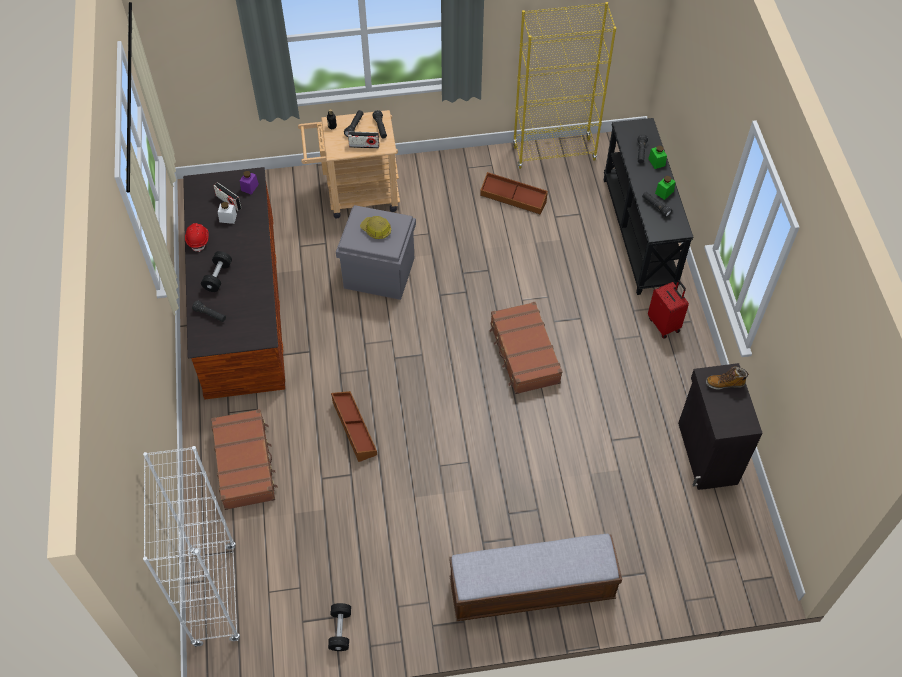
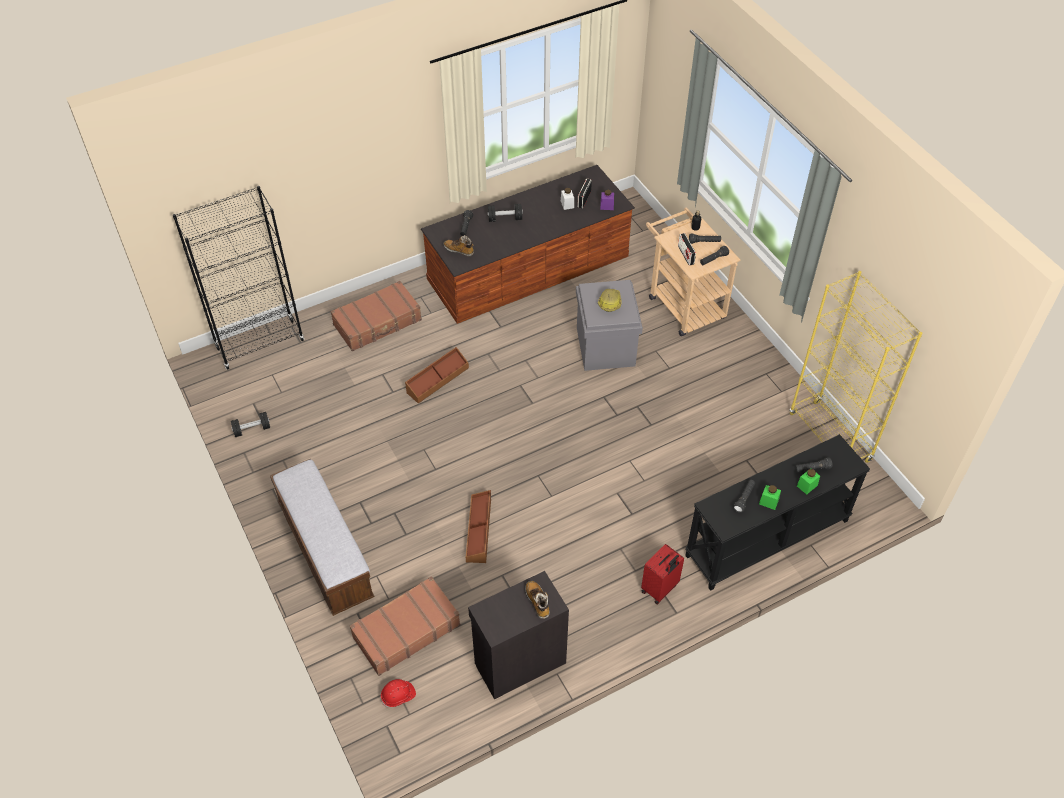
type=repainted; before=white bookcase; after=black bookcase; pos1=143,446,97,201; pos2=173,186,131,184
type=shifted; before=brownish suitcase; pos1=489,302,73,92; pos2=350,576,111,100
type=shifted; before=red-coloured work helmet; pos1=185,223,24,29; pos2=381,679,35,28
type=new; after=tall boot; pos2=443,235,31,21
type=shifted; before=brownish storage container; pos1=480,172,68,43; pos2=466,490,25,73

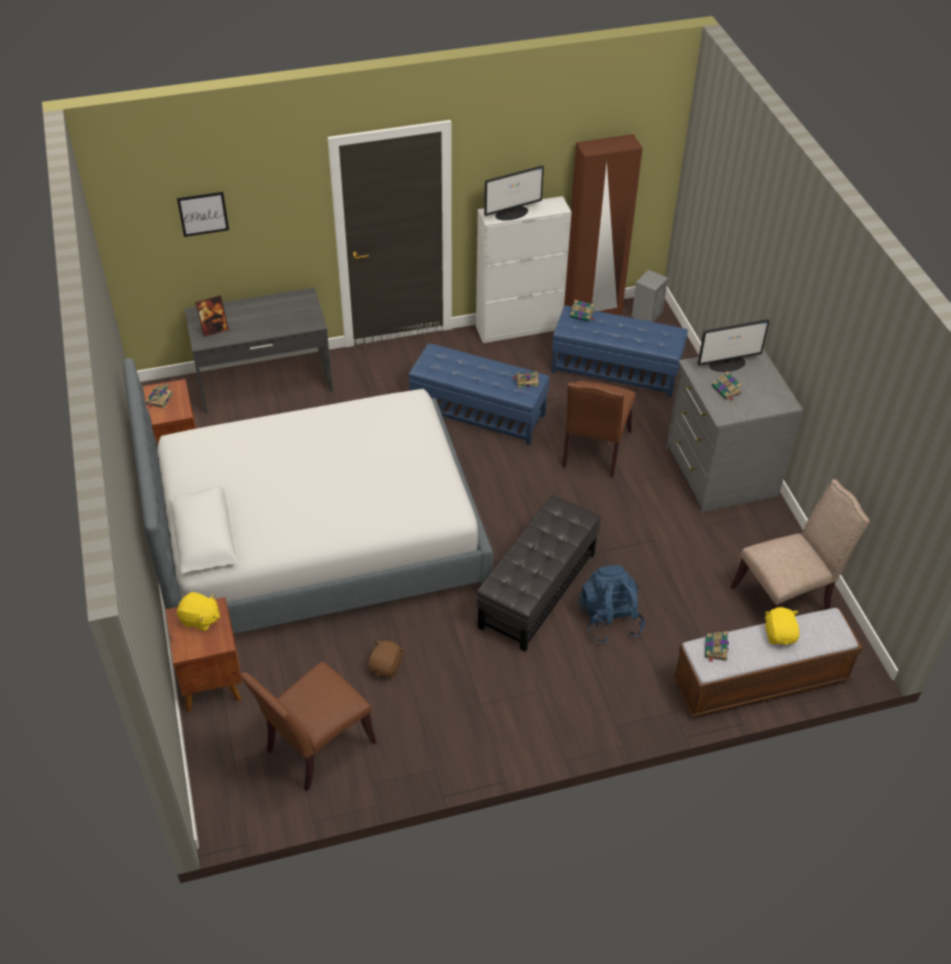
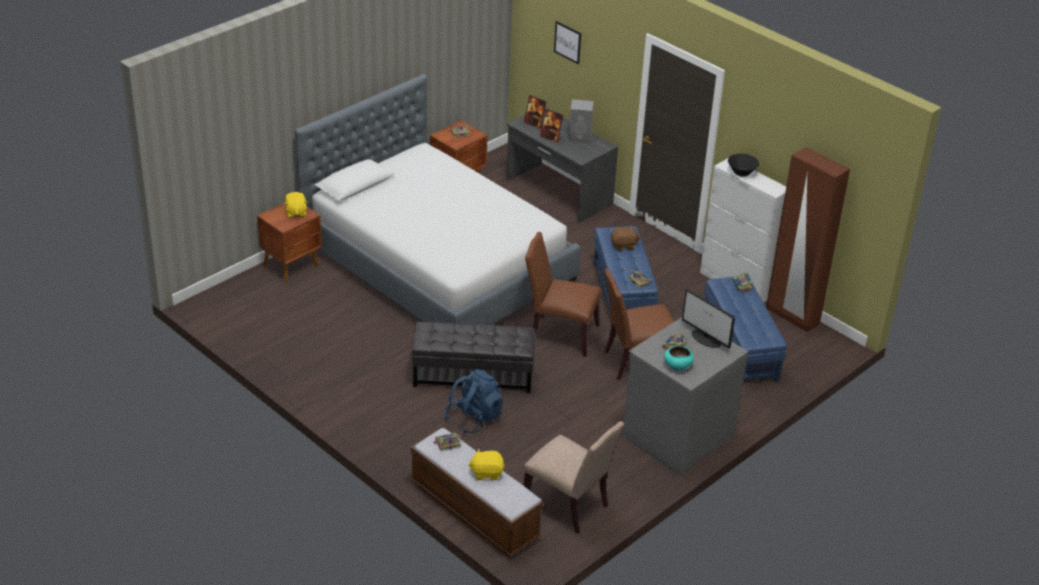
type=rotated; before=yellow-coloured soft toy; pos1=765,607,34,38; pos2=468,449,37,31; turn=-150
type=shifted; before=brownish chair; pos1=240,662,137,129; pos2=525,232,76,125
type=new; after=picture frame; pos2=540,109,23,34
type=shifted; before=greyish speaker; pos1=632,270,36,52; pos2=568,99,26,45
type=shifted; before=brownish soft toy; pos1=368,640,36,38; pos2=611,225,29,26
type=new; after=blue-green serving bowl; pos2=664,346,30,25
type=swapped; before=monitor; after=black serving bowl; pos1=484,165,60,56; pos2=728,154,31,23

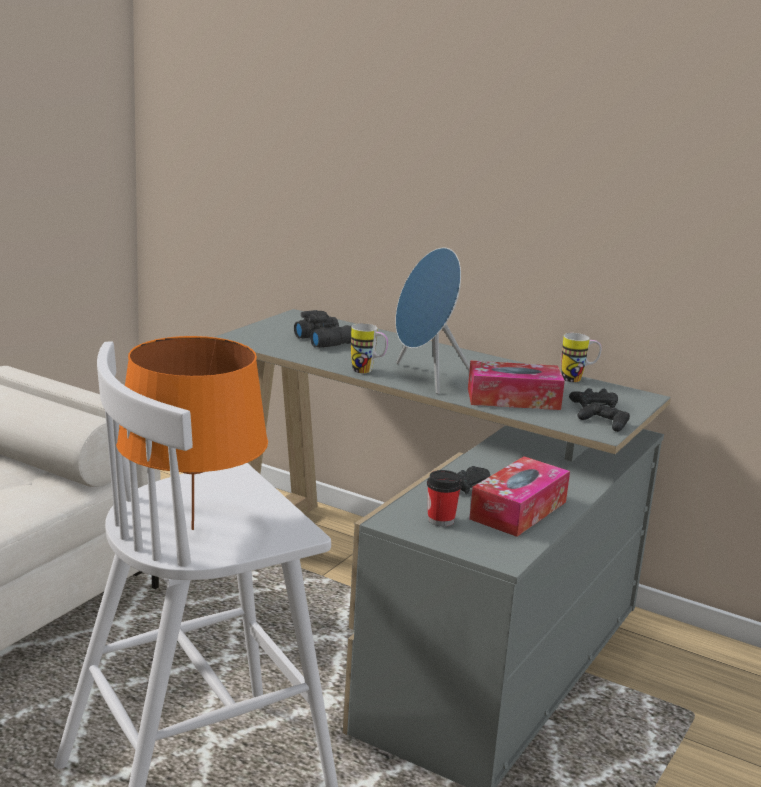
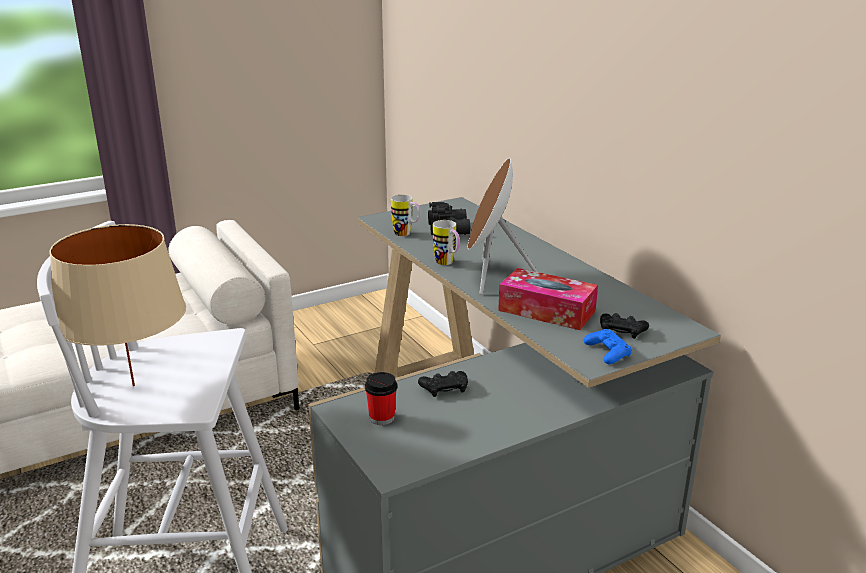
type=repainted; before=orange tabletop lamp; after=sand-coloured tabletop lamp; pos1=116,336,152,194; pos2=50,224,136,162
type=shifted; before=coffee mug; pos1=561,333,41,49; pos2=391,195,29,41
type=repainted; before=bluish speaker; after=brownish speaker; pos1=395,248,75,146; pos2=468,158,70,137
type=repainted; before=black gamepad; after=bluish gamepad; pos1=578,402,52,30; pos2=583,329,49,35
type=gone; before=box of tissues; pos1=469,456,101,81

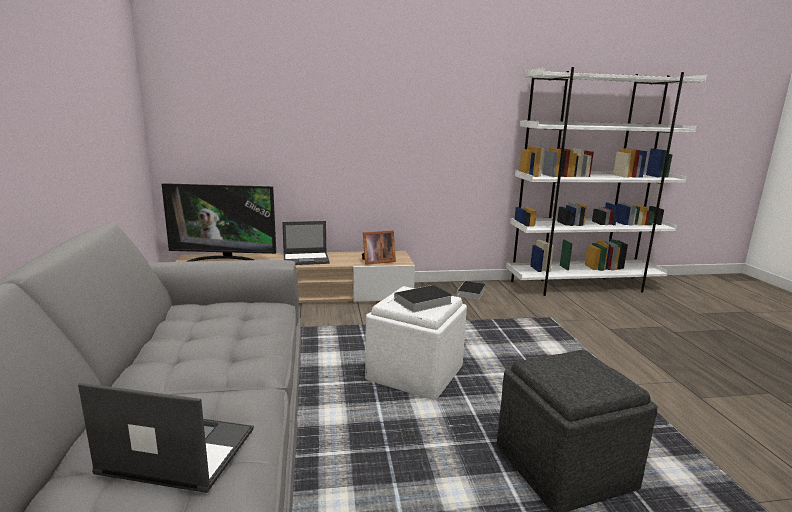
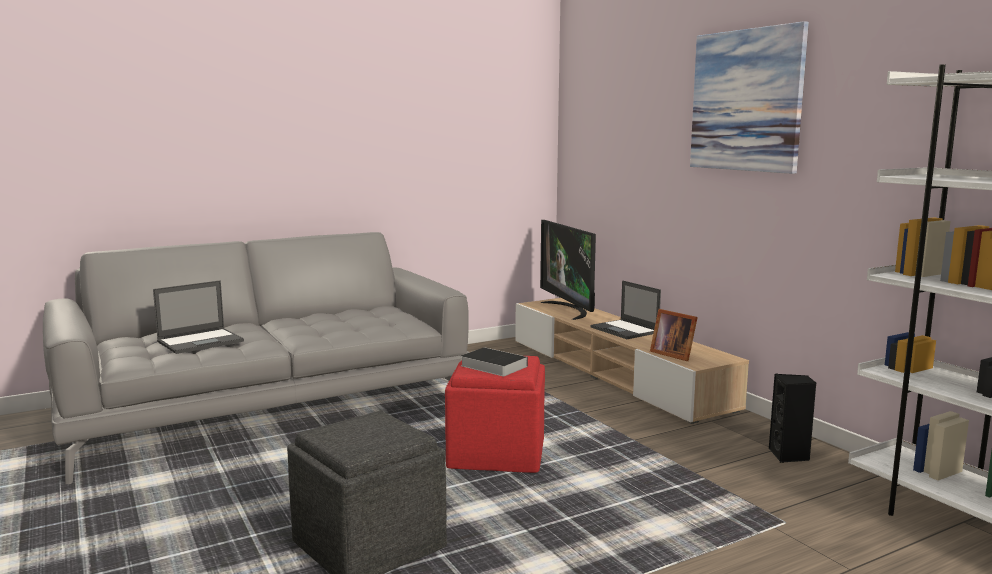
type=rotated; before=portable computer; pos1=78,383,176,110; pos2=153,280,91,74; turn=60
type=repainted; before=white footrest; after=red-coloured footrest; pos1=365,286,102,114; pos2=445,356,100,117
type=new; after=wall picture; pos2=690,21,119,153
type=swapped; before=volume; after=black speaker; pos1=457,281,29,19; pos2=769,374,48,89

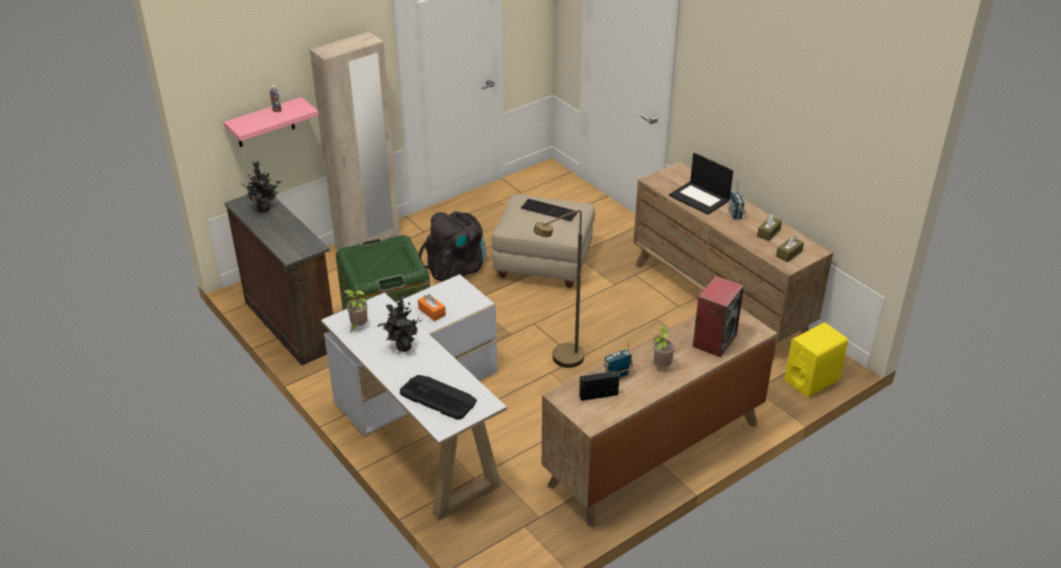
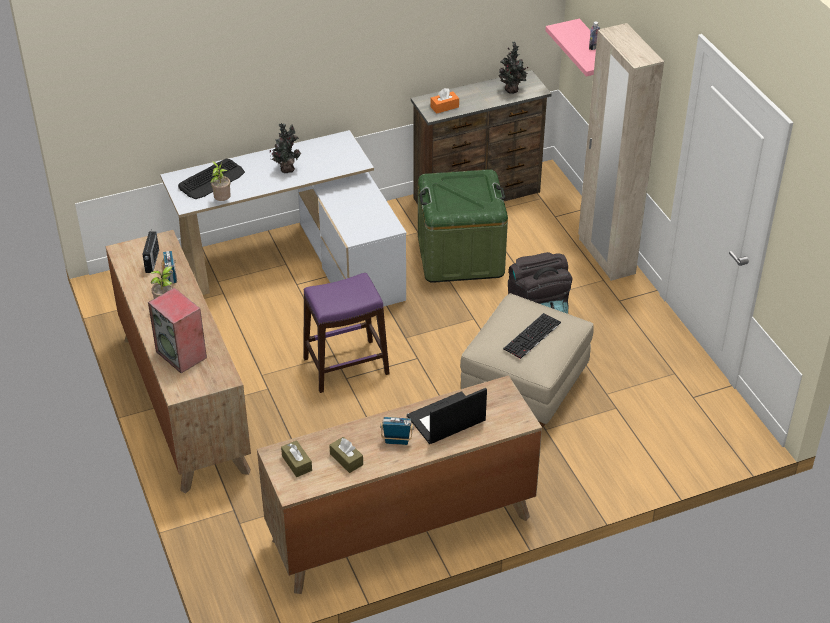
type=shifted; before=potted plant; pos1=344,290,24,42; pos2=211,161,20,40
type=swapped; before=brownish standard lamp; after=purple-coloured stool seat; pos1=534,210,50,158; pos2=303,273,87,120
type=shifted; before=orange box of tissues; pos1=418,294,28,27; pos2=430,88,29,26
type=gone; before=yellow-coloured speaker; pos1=785,322,63,76

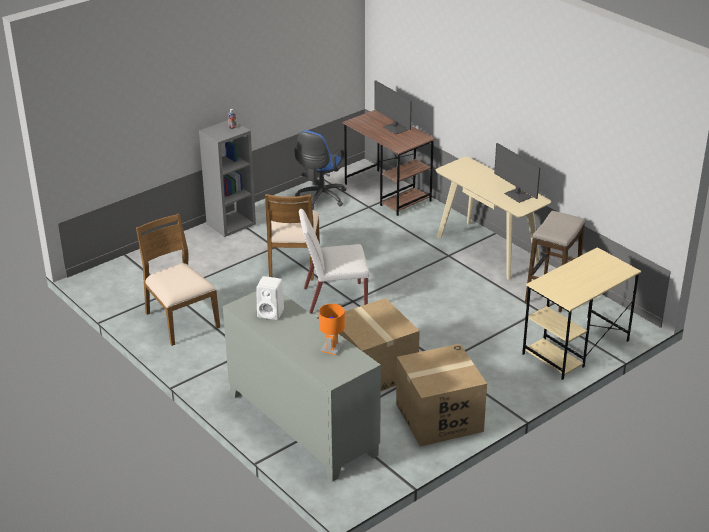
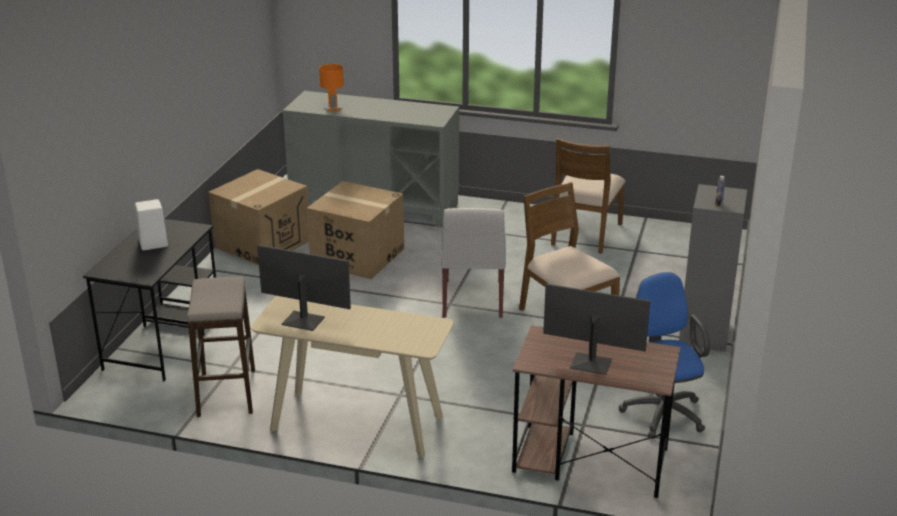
type=repainted; before=sand-coloured desk table; after=black desk table; pos1=522,247,119,133; pos2=83,219,133,163
type=shifted; before=white speaker; pos1=257,276,27,44; pos2=135,199,33,51
type=rotated; before=white chair; pos1=299,209,70,105; pos2=441,208,65,110; turn=135
type=rotated; before=brownish chair; pos1=136,213,84,133; pos2=551,138,75,116; turn=90

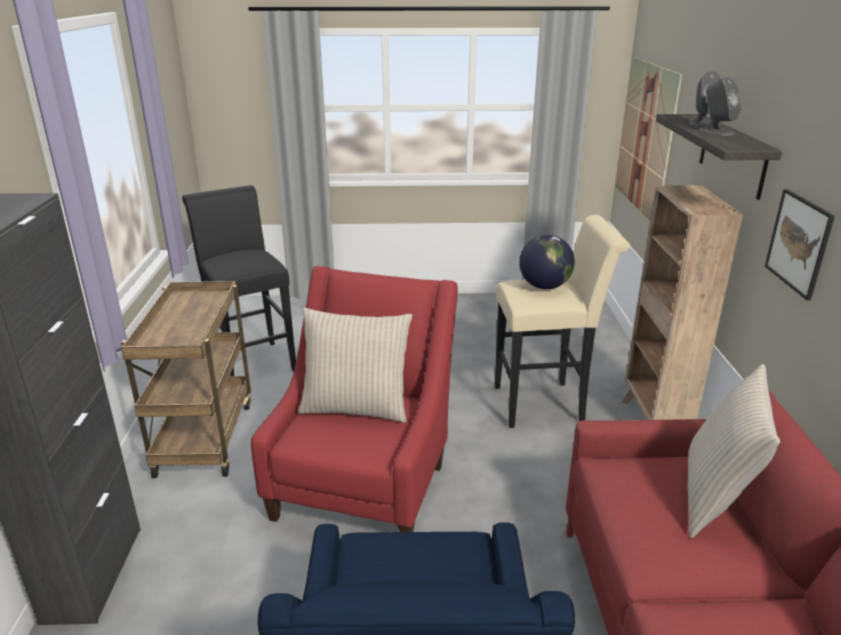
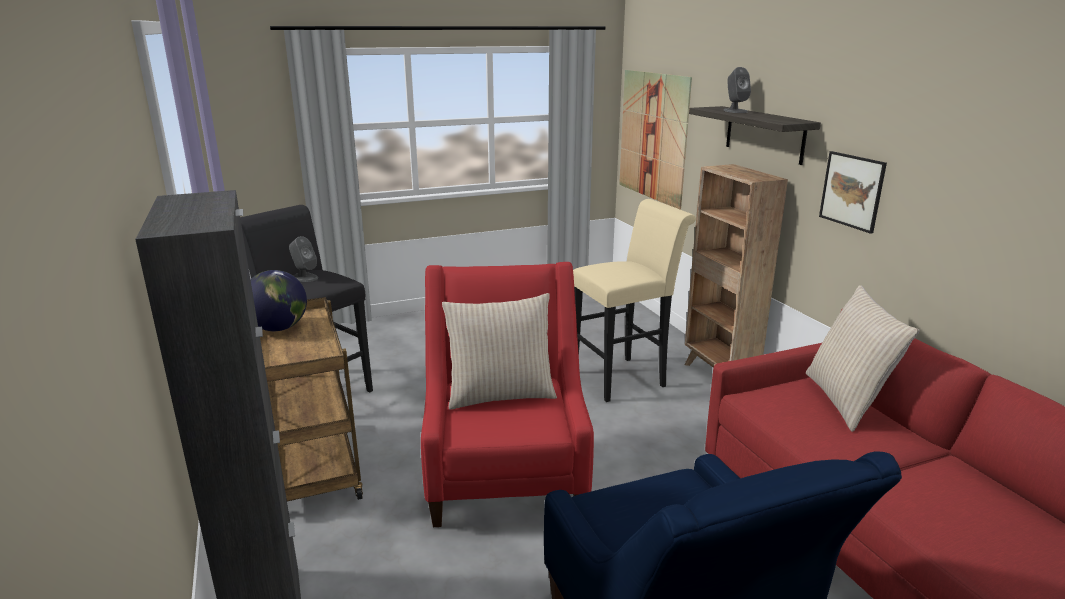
type=shifted; before=globe; pos1=519,235,56,54; pos2=250,270,57,61
type=shifted; before=greyish speaker; pos1=699,77,42,59; pos2=289,236,29,46

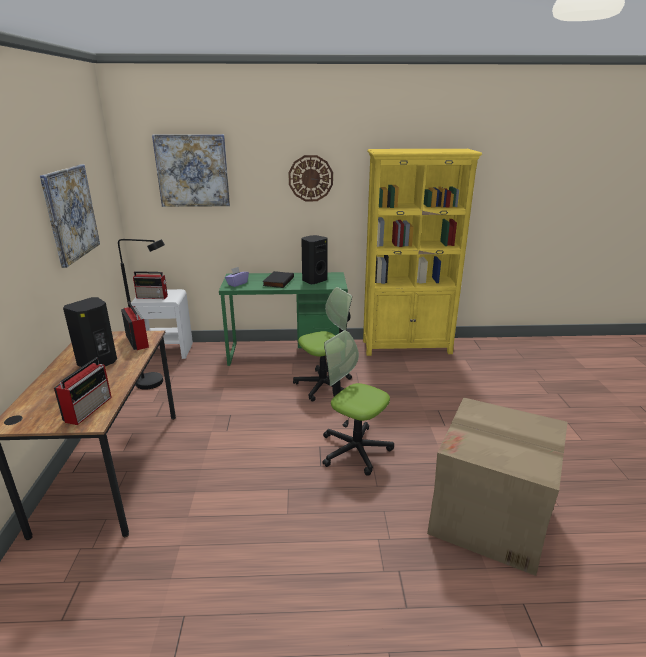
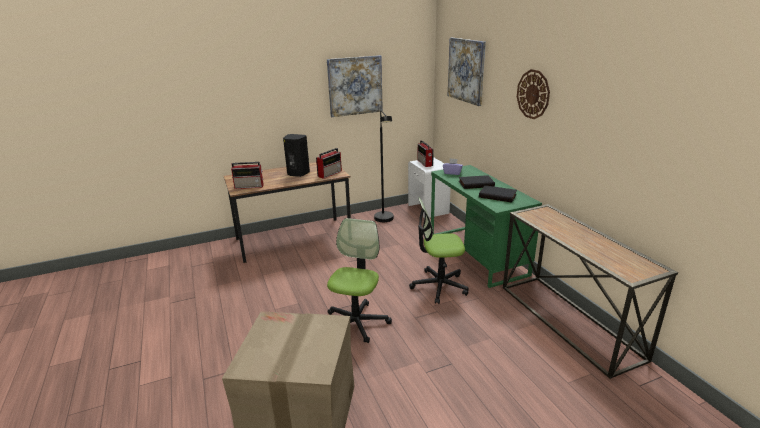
type=rotated; before=computer chair; pos1=293,287,59,115; pos2=409,197,60,107; turn=135
type=swapped; before=black speaker; after=black volume; pos1=301,235,27,49; pos2=479,185,38,18
type=swapped; before=yellow-coloured bookcase; after=narrow table; pos1=363,149,119,207; pos2=503,204,175,175

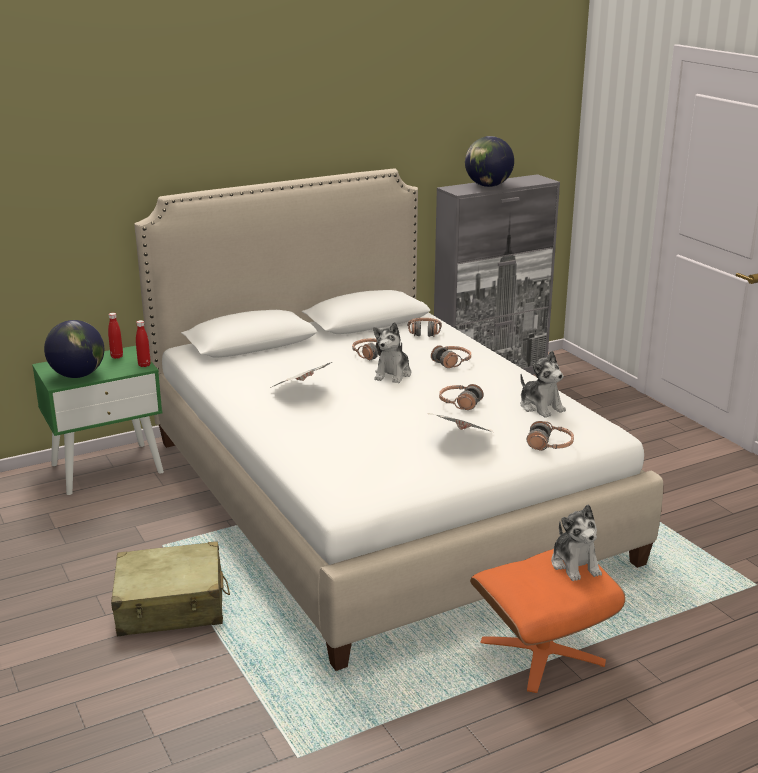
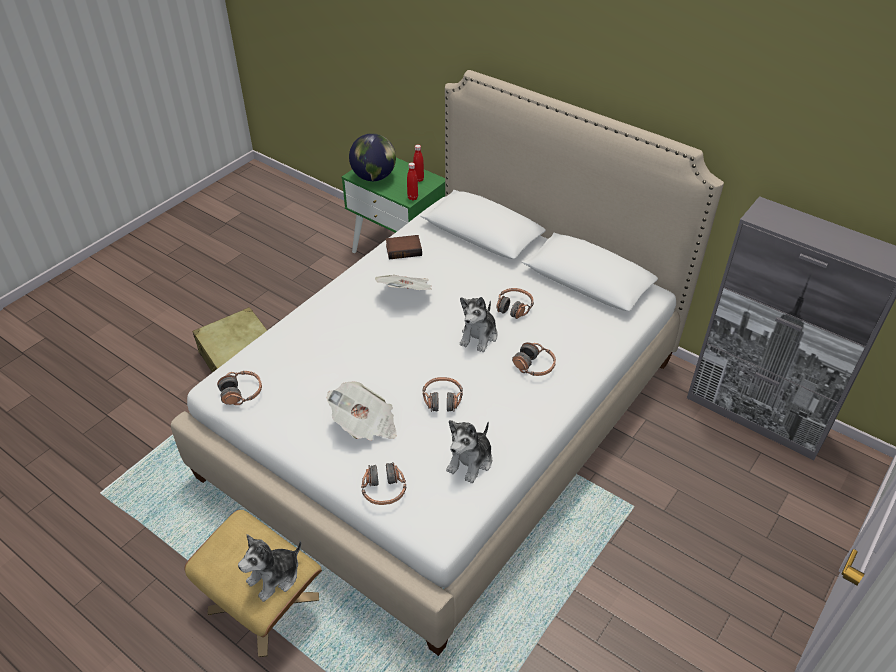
type=repainted; before=orange footrest; after=sand-coloured footrest; pos1=470,549,156,144; pos2=185,510,137,147
type=shifted; before=headphones; pos1=408,318,34,19; pos2=217,371,45,34
type=new; after=volume; pos2=386,235,36,24
type=rotated; before=soft toy; pos1=373,322,38,61; pos2=460,297,38,55; turn=-60
type=gone; before=globe; pos1=465,136,49,51

